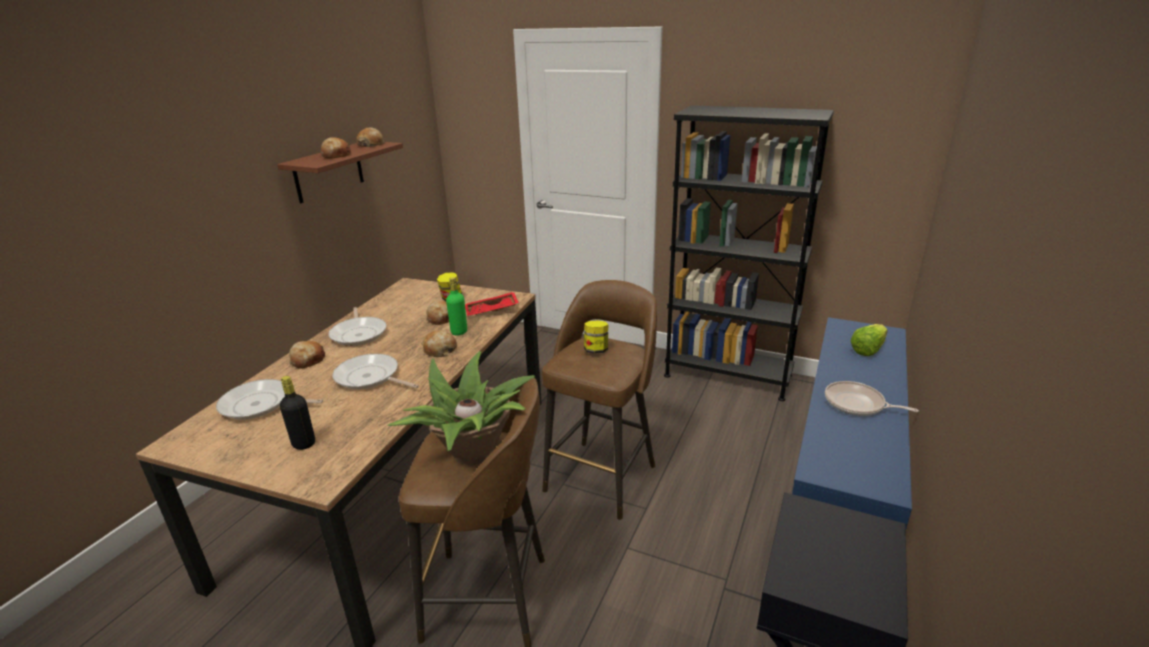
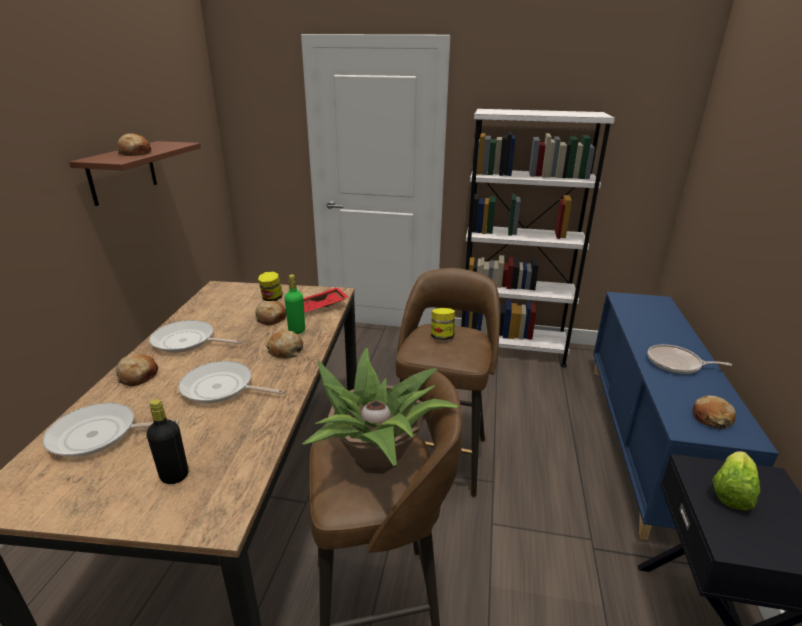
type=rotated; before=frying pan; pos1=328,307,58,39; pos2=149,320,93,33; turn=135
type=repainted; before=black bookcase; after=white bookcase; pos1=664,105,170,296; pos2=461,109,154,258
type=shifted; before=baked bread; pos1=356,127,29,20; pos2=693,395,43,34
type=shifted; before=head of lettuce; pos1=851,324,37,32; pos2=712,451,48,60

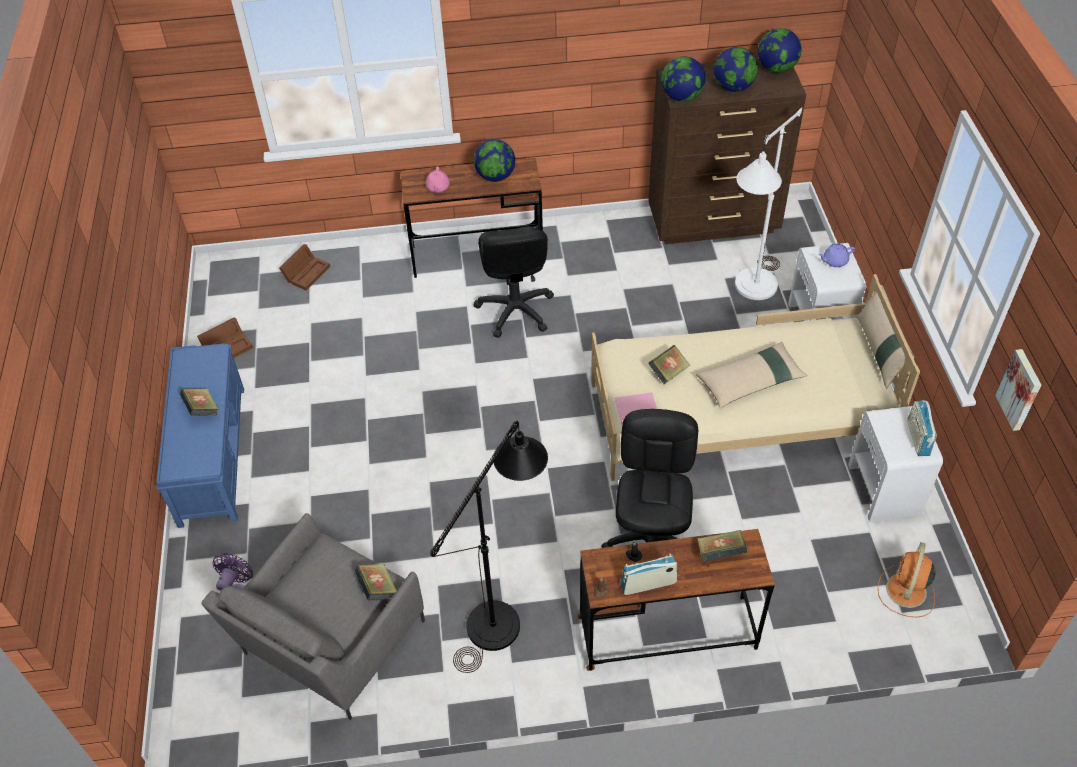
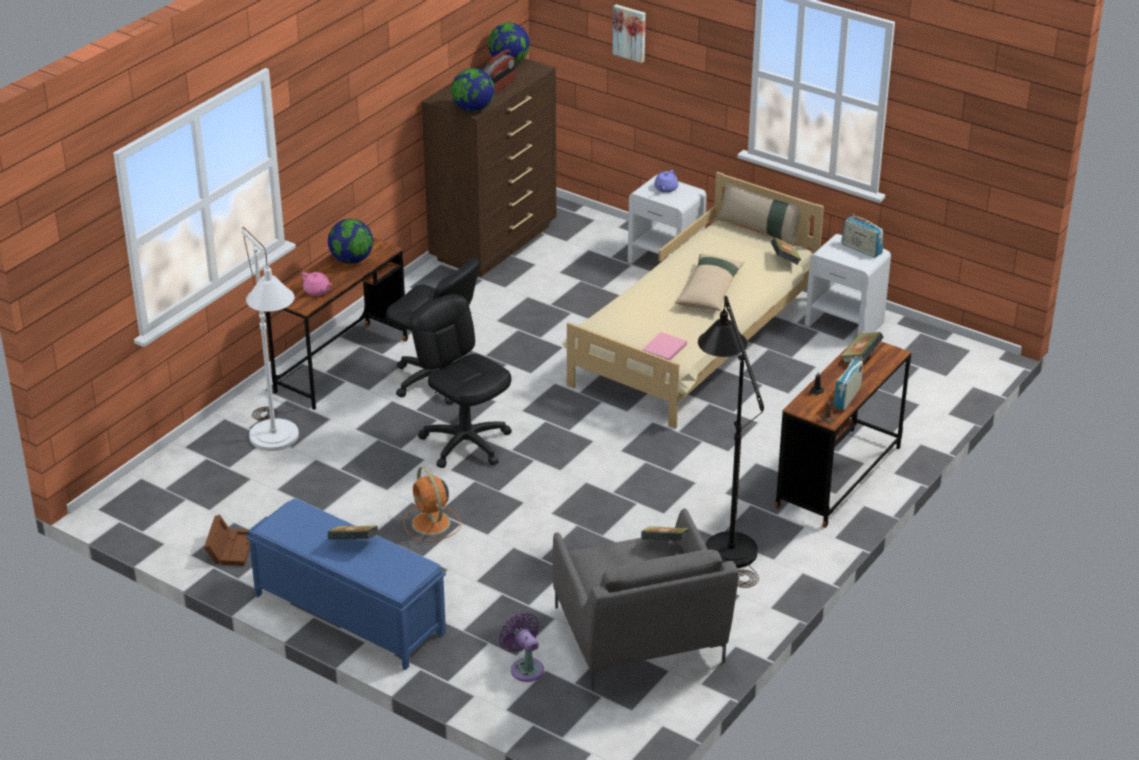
type=shifted; before=white standard lamp; pos1=735,107,67,193; pos2=242,227,57,224
type=shifted; before=orange electric fan; pos1=878,542,58,76; pos2=403,466,58,75
type=shifted; before=black computer chair; pos1=601,409,97,139; pos2=410,294,102,174
type=swapped; before=globe; after=radio; pos1=714,47,44,45; pos2=483,49,32,46
type=shifted; before=wall picture; pos1=995,349,46,82; pos2=613,4,33,59
type=shifted; before=volume; pos1=648,345,42,39; pos2=771,237,30,28
type=gone; before=brownish storage container; pos1=279,244,51,47

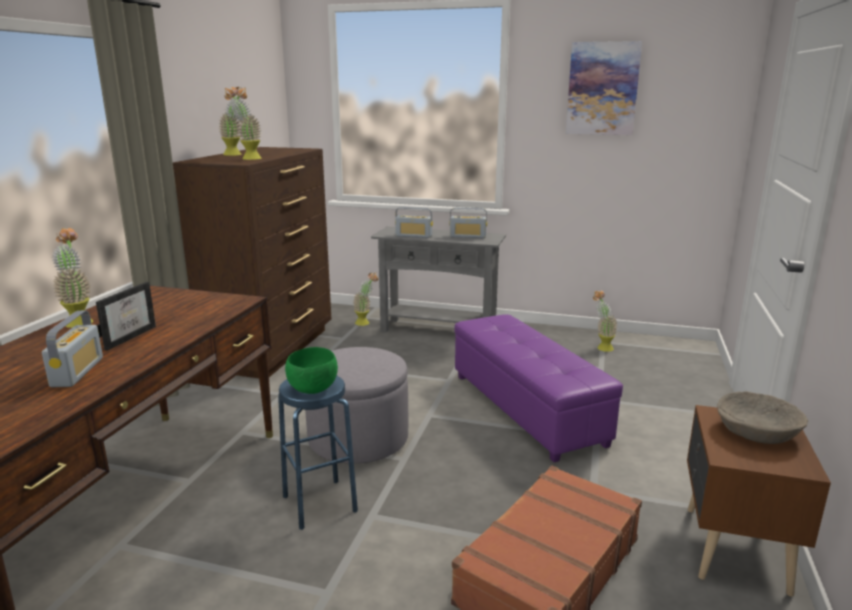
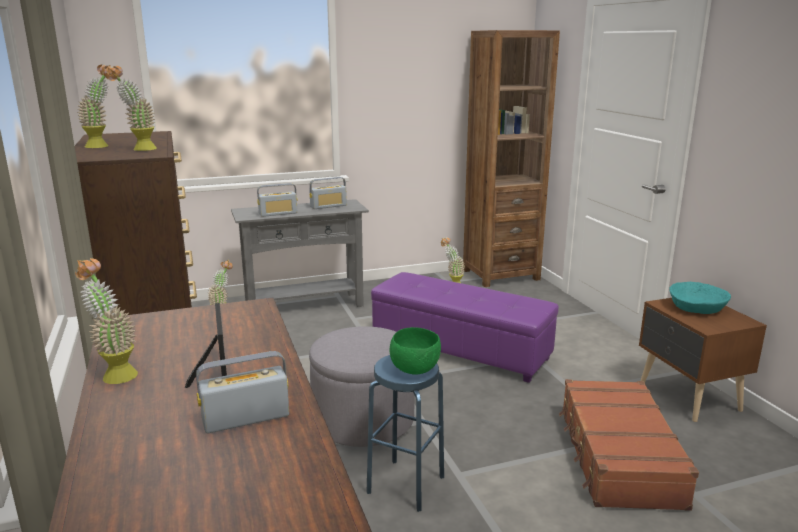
type=rotated; before=radio; pos1=42,311,61,76; pos2=196,351,93,82; turn=-75
type=new; after=brownish bookcase; pos2=463,30,97,257
type=repainted; before=sand-coloured serving bowl; after=blue-green serving bowl; pos1=717,391,91,53; pos2=669,282,62,32
type=gone; before=wall picture; pos1=566,41,76,94

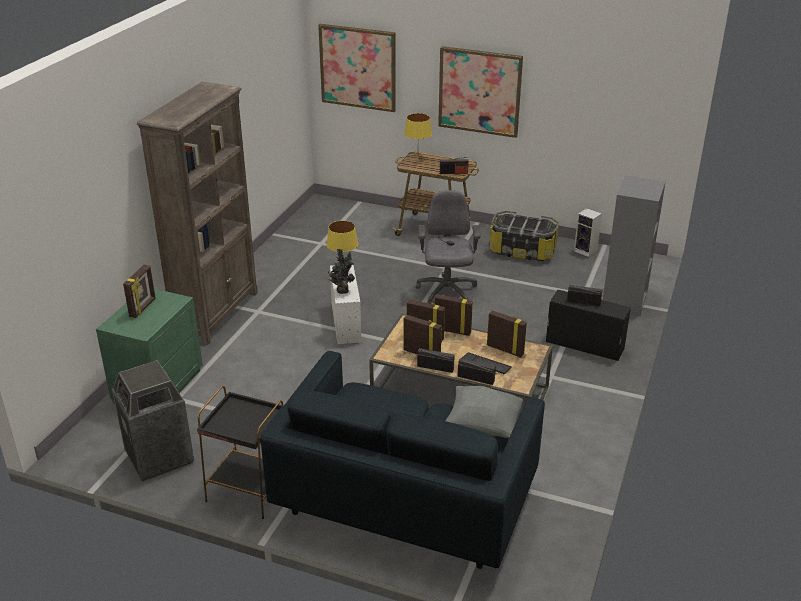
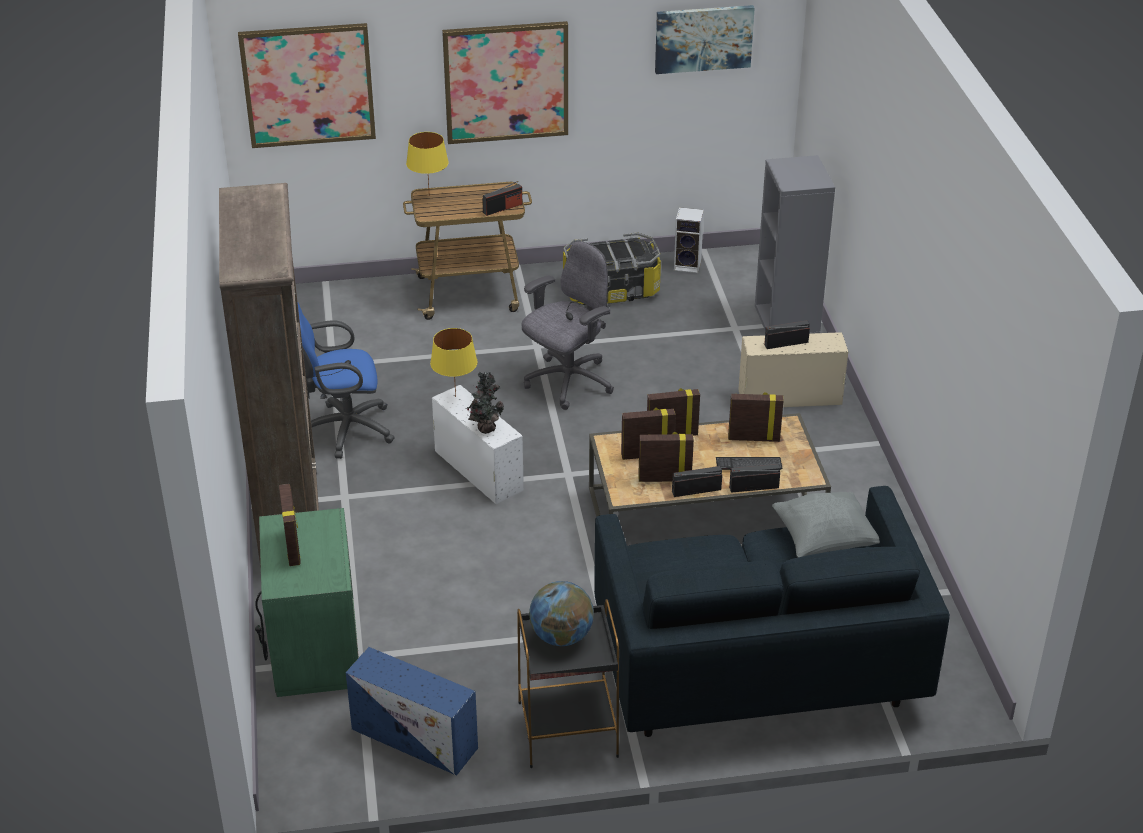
type=new; after=bluish computer chair; pos2=298,303,97,156
type=swapped; before=waste bin; after=bluish storage container; pos1=112,360,82,121; pos2=346,647,132,128
type=rotated; before=greyish computer chair; pos1=415,190,66,114; pos2=522,241,92,169; turn=75
type=new; after=globe; pos2=529,581,65,65
type=new; after=wall picture; pos2=655,5,100,69
type=repainted; before=black storage container; after=sand-coloured storage container; pos1=546,290,85,71; pos2=738,332,110,75

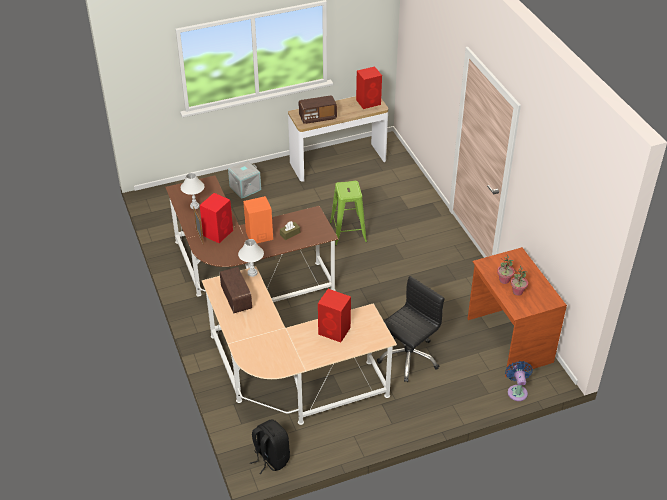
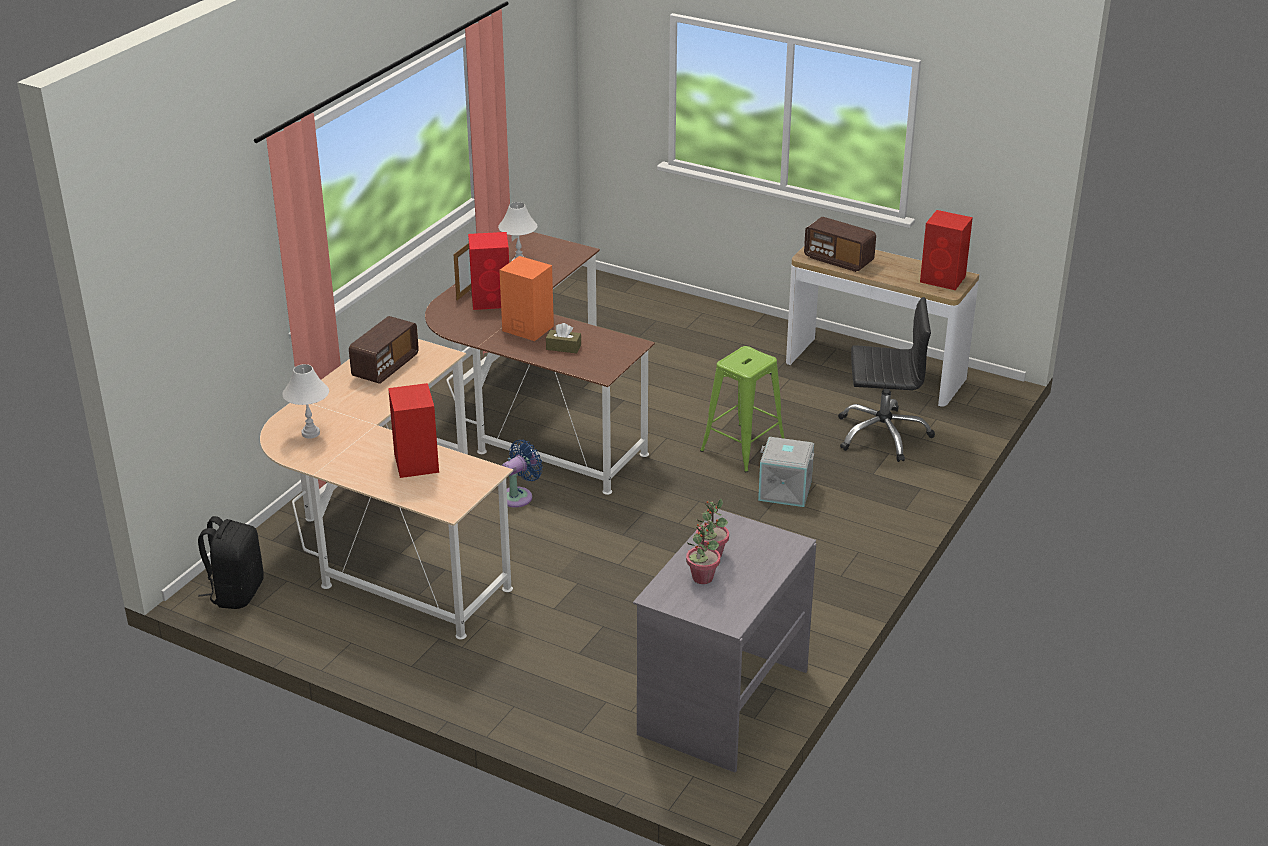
type=shifted; before=white tabletop lamp; pos1=238,239,26,38; pos2=282,364,47,75
type=shifted; before=bluish electric fan; pos1=505,361,28,40; pos2=502,440,41,68
type=repainted; before=brownish desk table; after=greyish desk table; pos1=468,247,99,130; pos2=633,509,183,263
type=shifted; before=greyish storage container; pos1=228,160,33,38; pos2=758,437,56,70
type=shifted; before=black computer chair; pos1=377,276,68,106; pos2=838,297,97,165

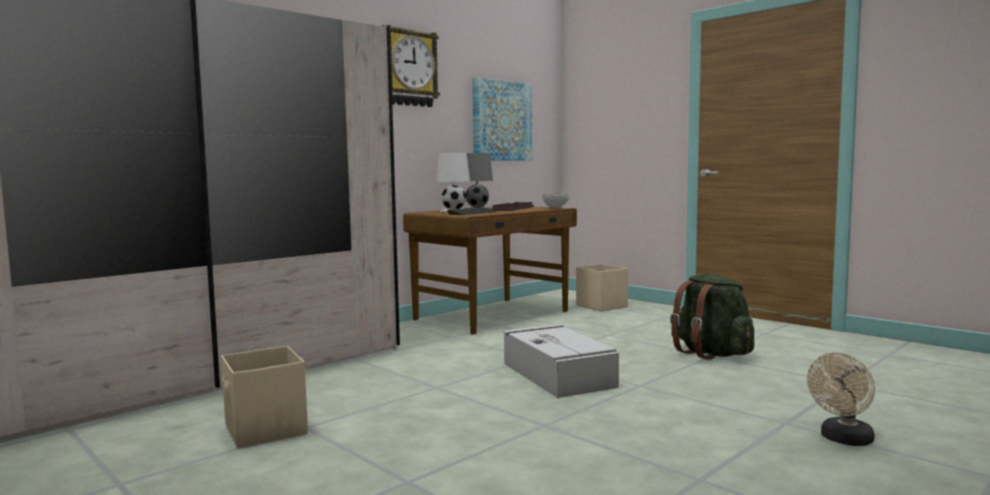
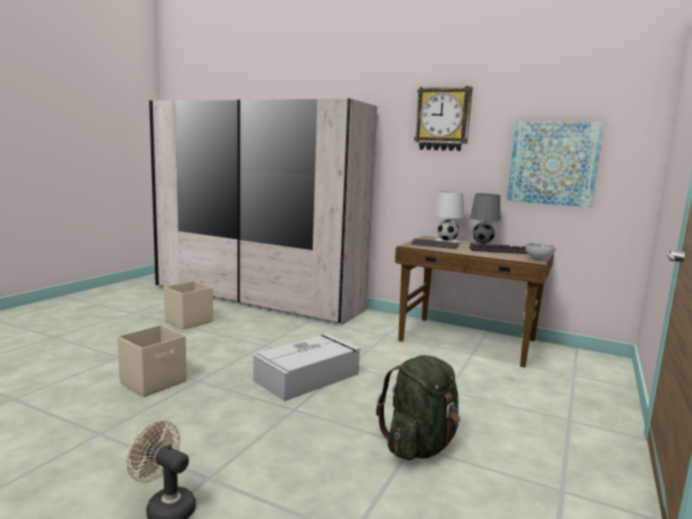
type=shifted; before=sand-coloured storage container; pos1=576,264,52,48; pos2=117,325,70,72

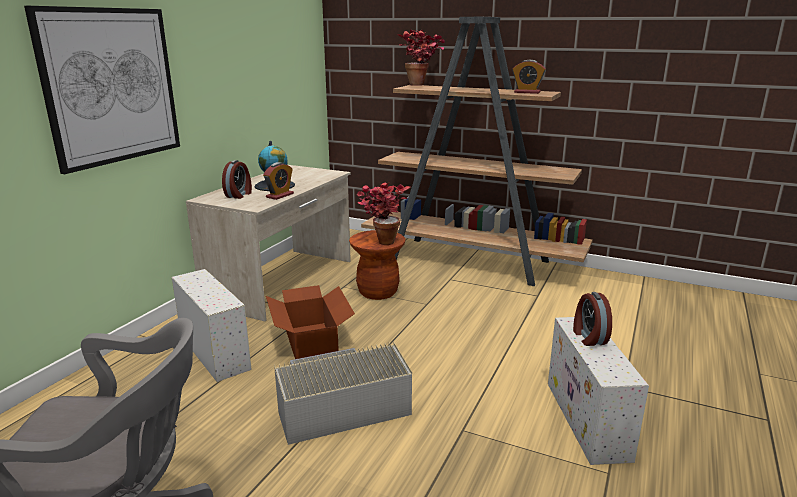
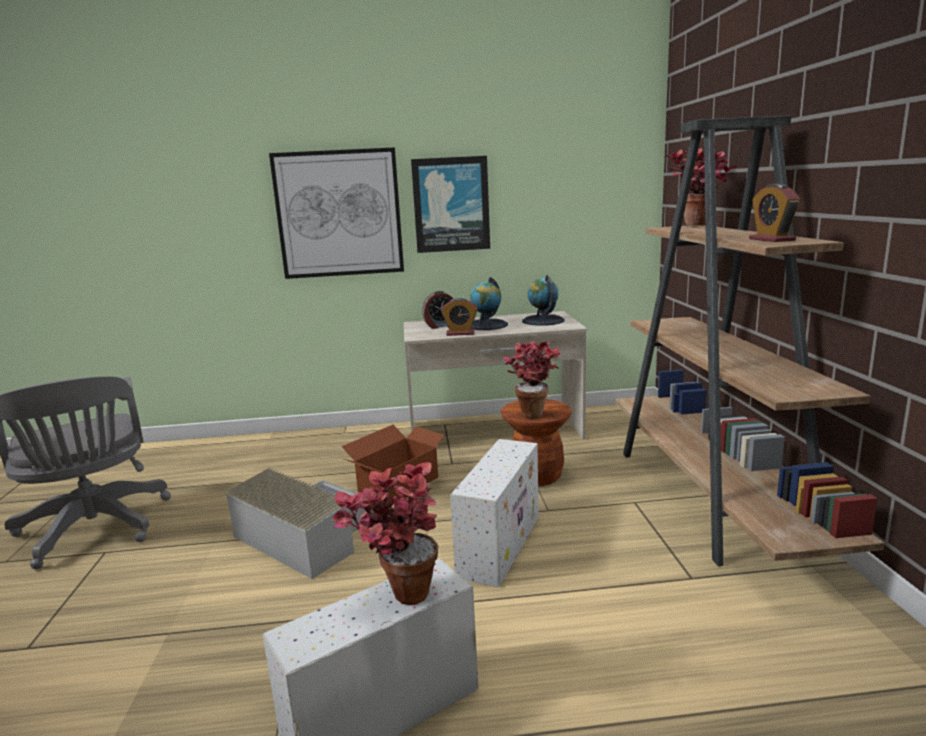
type=swapped; before=alarm clock; after=potted plant; pos1=573,292,39,54; pos2=332,462,106,143
type=new; after=wall picture; pos2=411,156,79,97
type=shifted; before=white storage container; pos1=172,269,80,113; pos2=450,439,89,149
type=new; after=globe; pos2=522,275,42,51

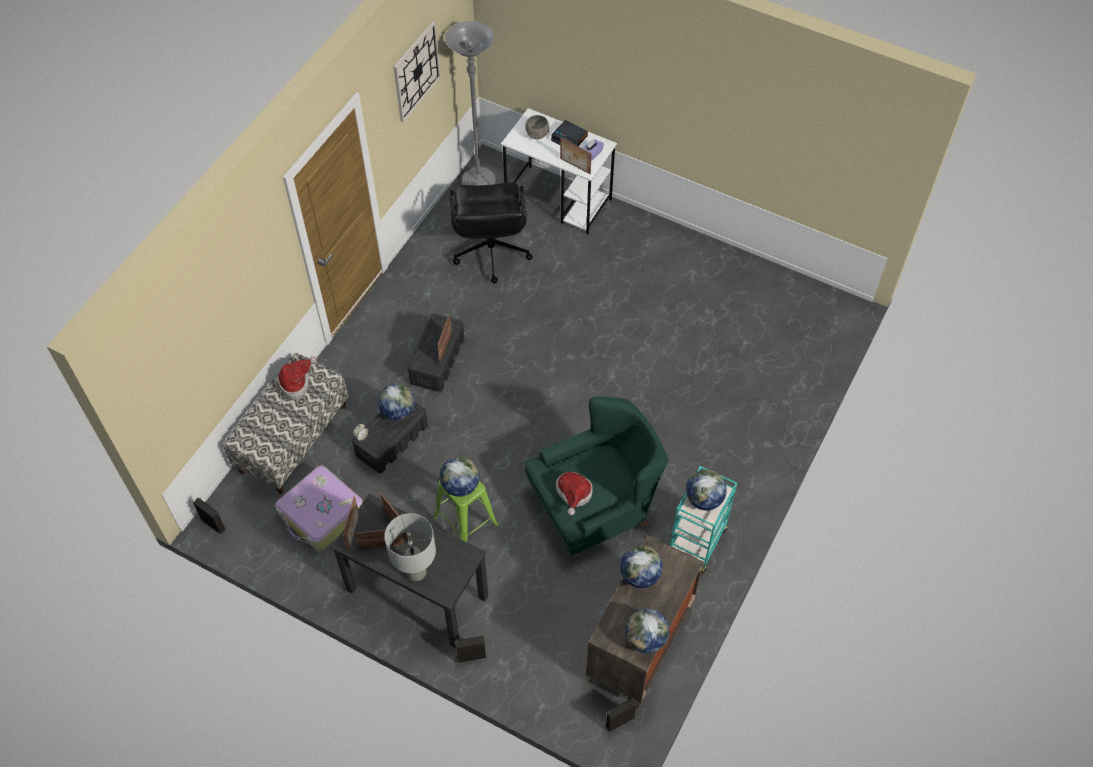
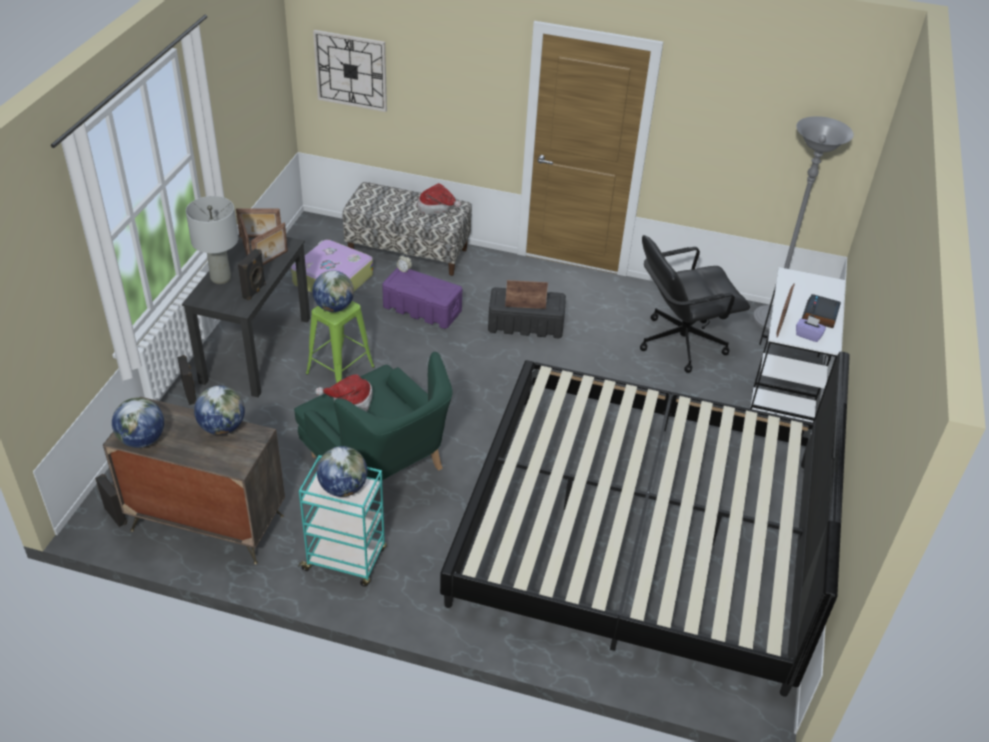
type=shifted; before=black speaker; pos1=193,498,33,36; pos2=238,249,28,52
type=shifted; before=hanging clock; pos1=394,21,47,101; pos2=313,30,74,82
type=repainted; before=black storage container; after=purple-coloured storage container; pos1=352,402,76,71; pos2=382,267,80,62
type=new; after=sleeping bed; pos2=440,352,410,345
type=gone; before=globe; pos1=378,383,37,38
type=gone; before=greyish serving bowl; pos1=525,115,24,24

